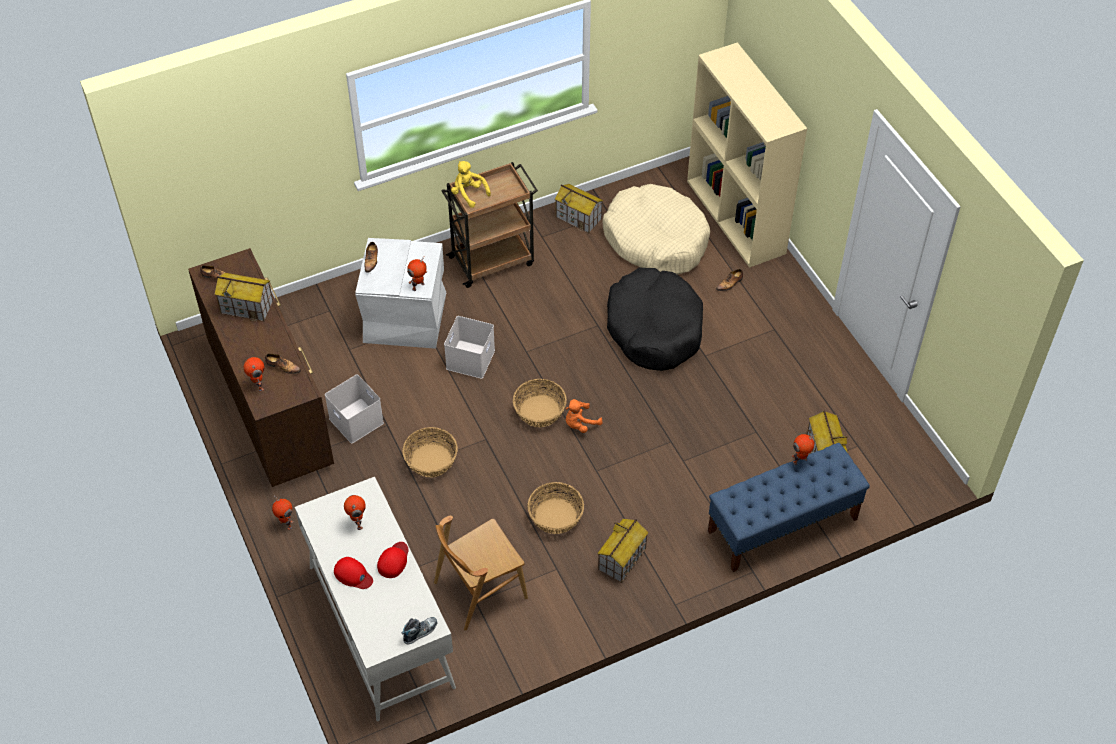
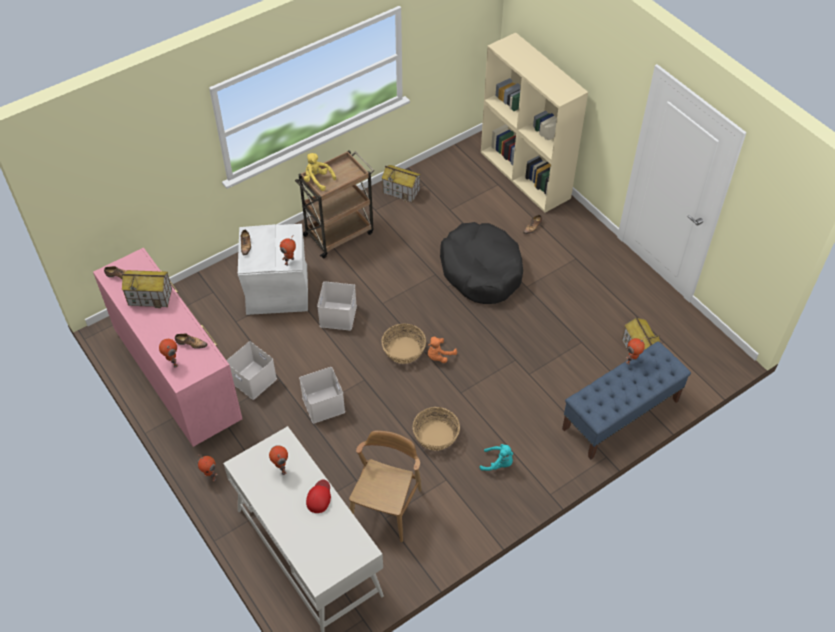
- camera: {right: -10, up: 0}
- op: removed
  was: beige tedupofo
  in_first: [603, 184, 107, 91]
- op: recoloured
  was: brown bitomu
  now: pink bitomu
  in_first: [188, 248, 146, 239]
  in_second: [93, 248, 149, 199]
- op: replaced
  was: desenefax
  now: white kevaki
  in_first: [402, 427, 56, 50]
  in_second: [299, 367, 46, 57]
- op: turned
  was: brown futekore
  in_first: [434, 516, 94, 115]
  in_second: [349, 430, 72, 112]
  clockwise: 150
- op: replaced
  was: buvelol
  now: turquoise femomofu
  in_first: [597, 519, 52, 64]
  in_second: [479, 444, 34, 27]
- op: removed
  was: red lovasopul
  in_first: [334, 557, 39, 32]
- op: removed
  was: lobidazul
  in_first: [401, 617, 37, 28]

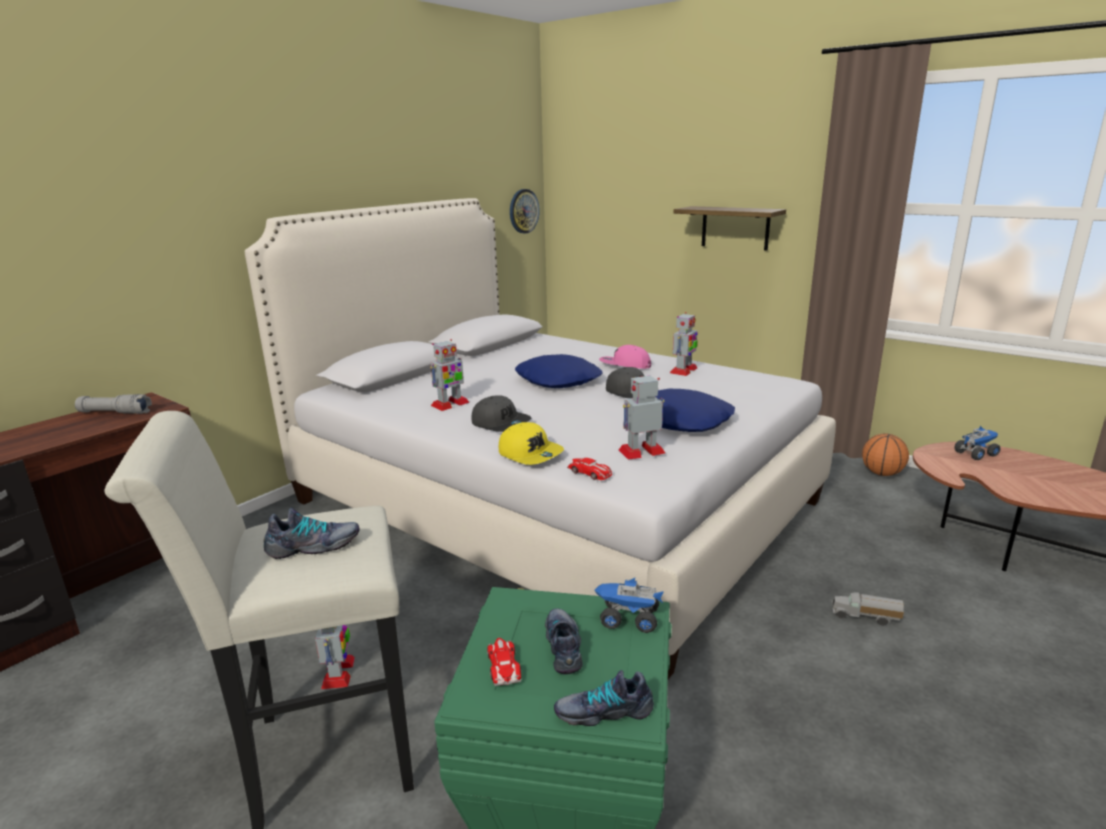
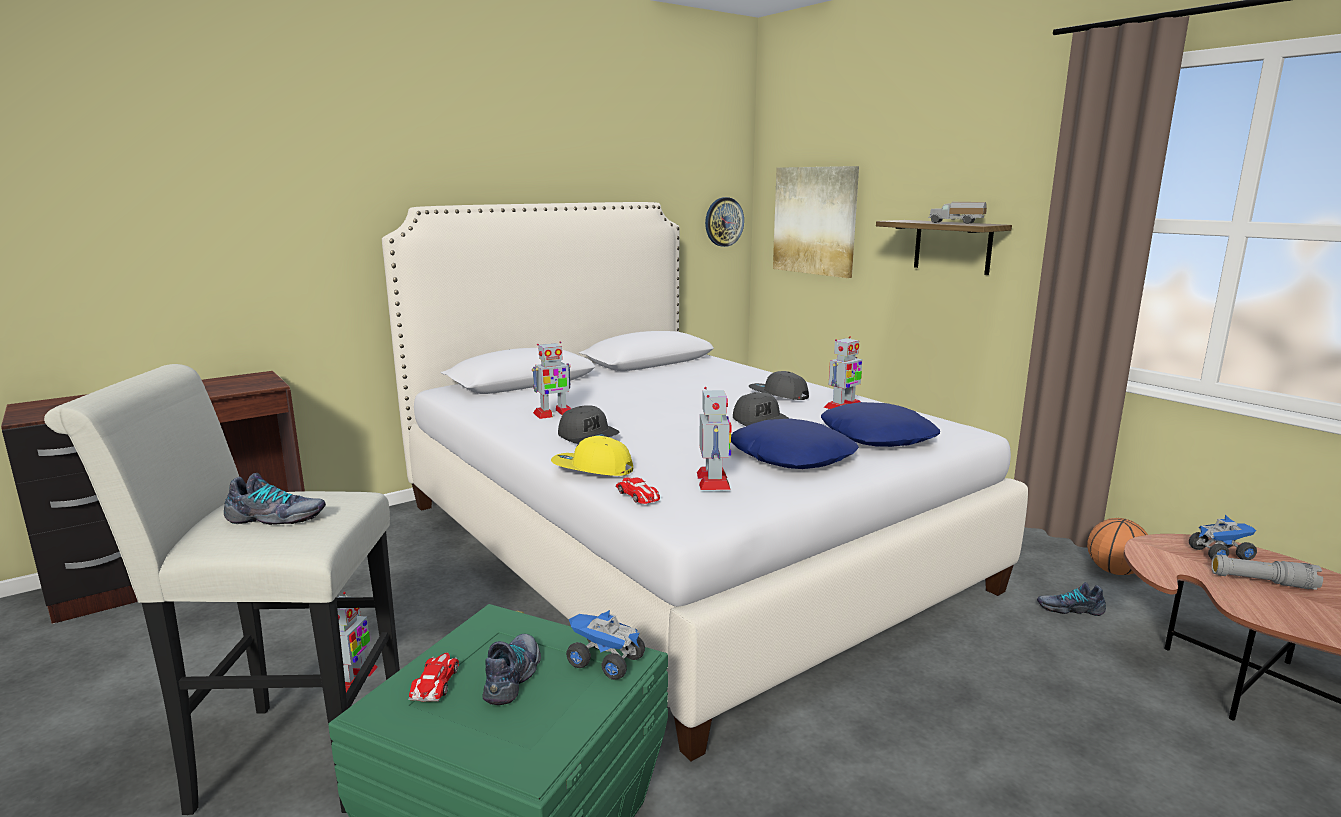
- camera: {right: 15, up: -5}
- op: recoloured
  was: pink lovasopul
  now: grey lovasopul
  in_first: [599, 345, 52, 24]
  in_second: [749, 371, 60, 29]
- op: moved
  was: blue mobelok
  in_first: [515, 354, 87, 34]
  in_second: [821, 402, 119, 45]
- op: turned
  was: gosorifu
  in_first: [619, 376, 46, 84]
  in_second: [697, 387, 35, 103]
  clockwise: 90
- op: moved
  was: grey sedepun
  in_first: [75, 394, 77, 20]
  in_second: [1211, 555, 112, 35]
- op: turned
  was: yellow lovasopul
  in_first: [499, 422, 65, 43]
  in_second: [551, 436, 82, 40]
  clockwise: 135
- op: moved
  was: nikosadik
  in_first: [832, 592, 72, 33]
  in_second: [928, 202, 59, 22]
- op: moved
  was: lobidazul
  in_first: [554, 670, 100, 56]
  in_second: [1037, 582, 69, 34]
- op: added
  now: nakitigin
  in_second: [773, 166, 86, 112]

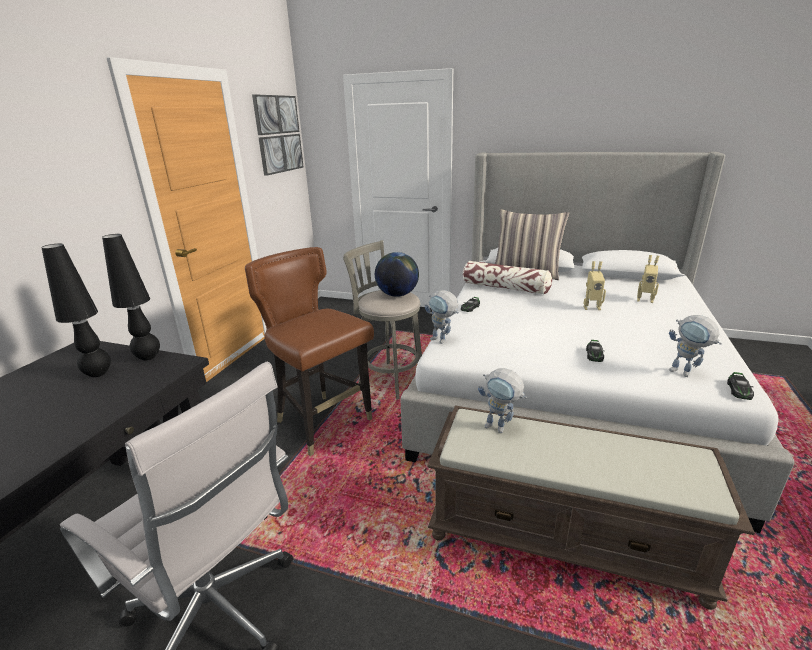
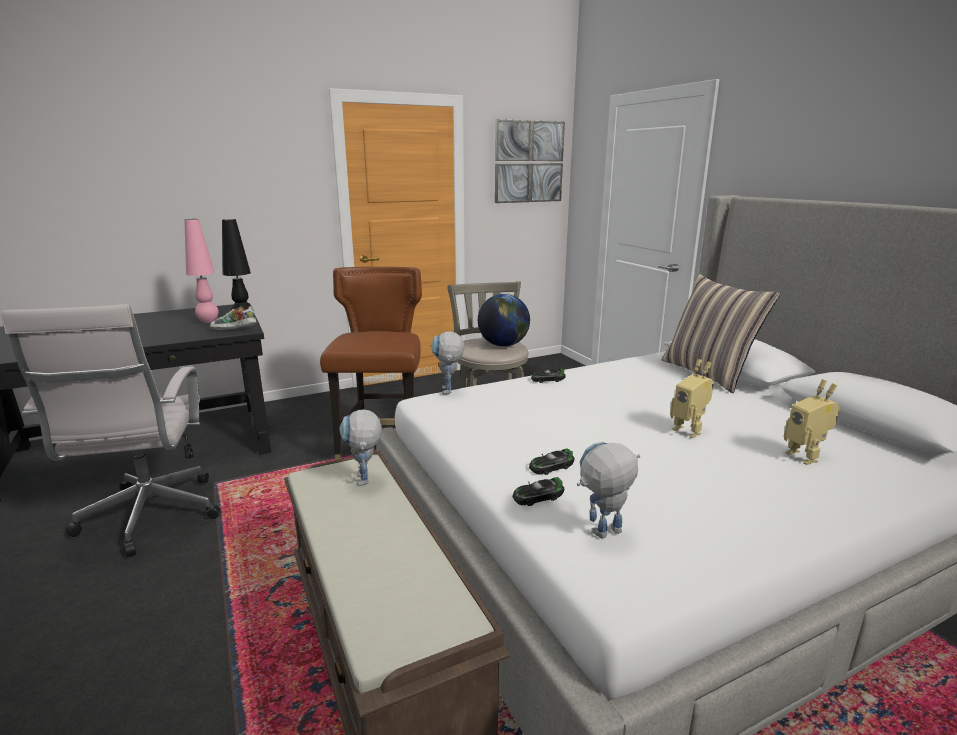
- camera: {right: 45, up: -5}
- op: recoloured
  was: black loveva
  now: pink loveva
  in_first: [41, 243, 70, 134]
  in_second: [184, 219, 35, 104]
- op: removed
  was: mobelok
  in_first: [463, 261, 89, 34]
- op: turned
  was: gosorifu
  in_first: [669, 315, 53, 62]
  in_second: [577, 442, 64, 96]
  clockwise: 60
- op: moved
  was: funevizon
  in_first: [727, 372, 27, 28]
  in_second: [513, 477, 51, 29]
- op: added
  now: lobidazul
  in_second: [210, 305, 46, 25]

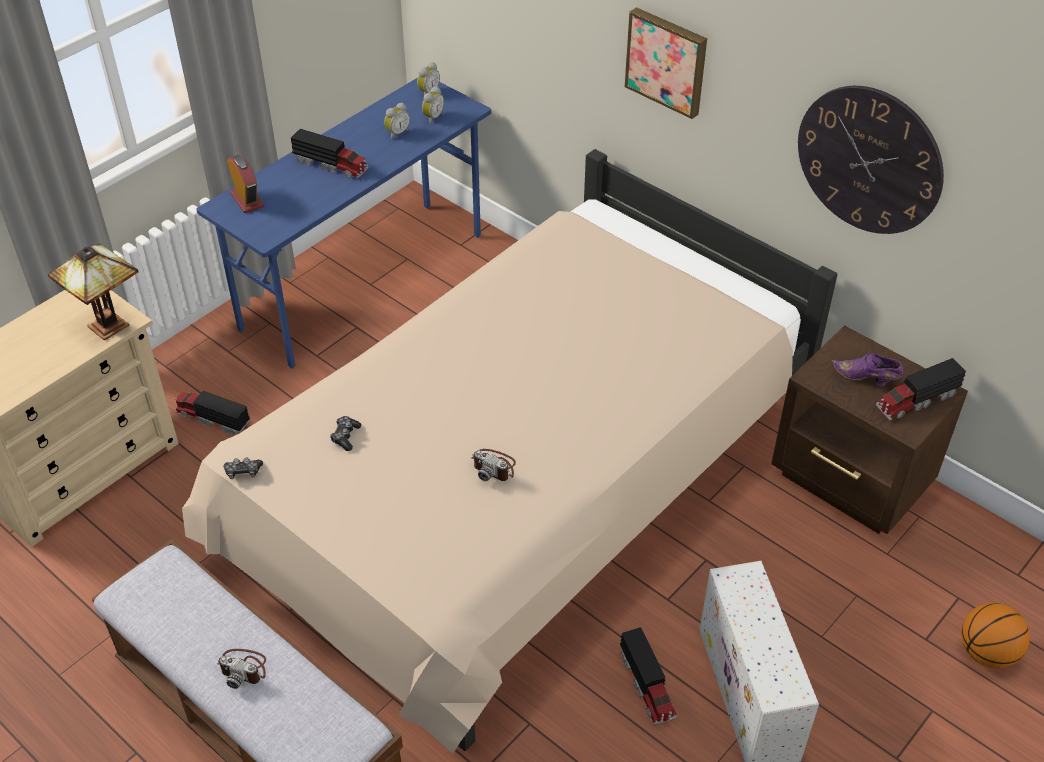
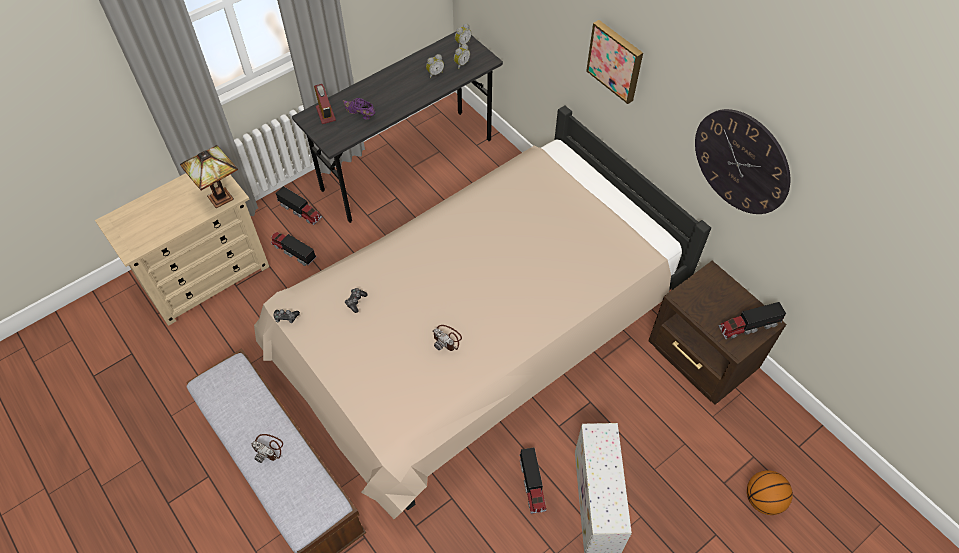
- camera: {right: 10, up: 10}
- op: recoloured
  was: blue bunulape
  now: grey bunulape
  in_first: [196, 78, 295, 291]
  in_second: [292, 32, 211, 191]
- op: moved
  was: nikosadik
  in_first: [291, 129, 78, 50]
  in_second: [276, 186, 46, 39]
- op: moved
  was: purple lobidazul
  in_first: [831, 353, 72, 34]
  in_second: [342, 98, 33, 22]

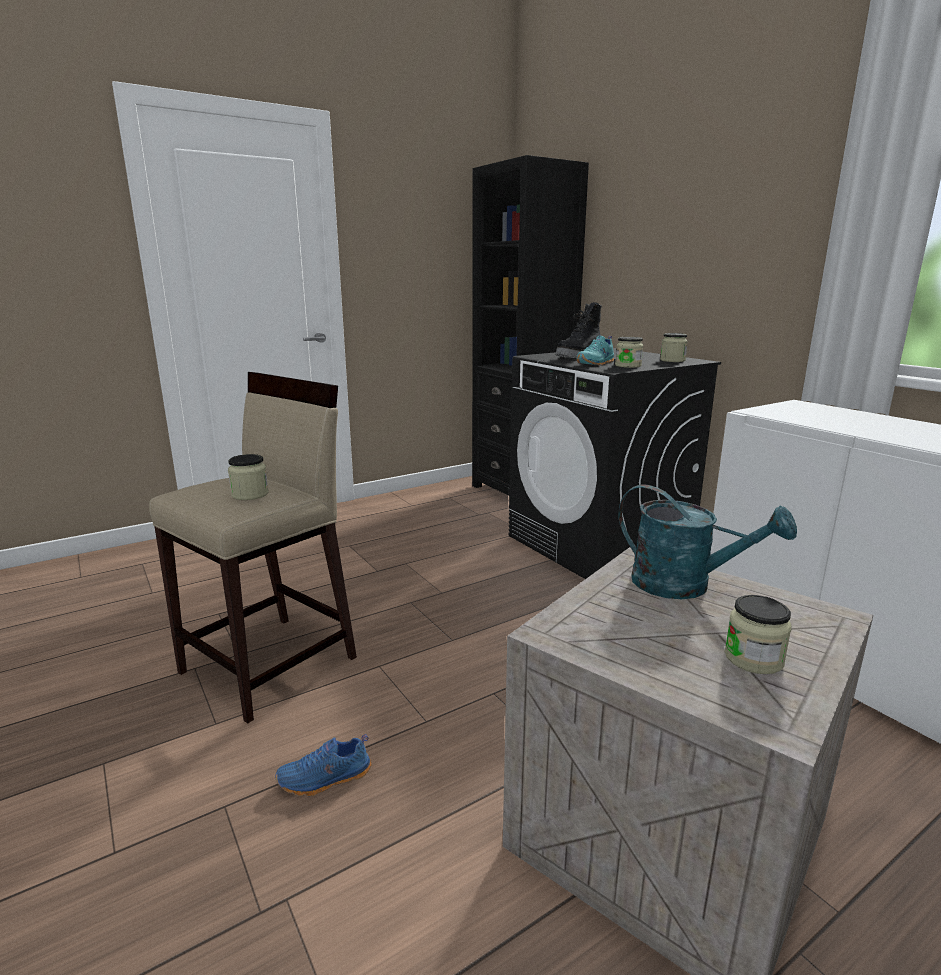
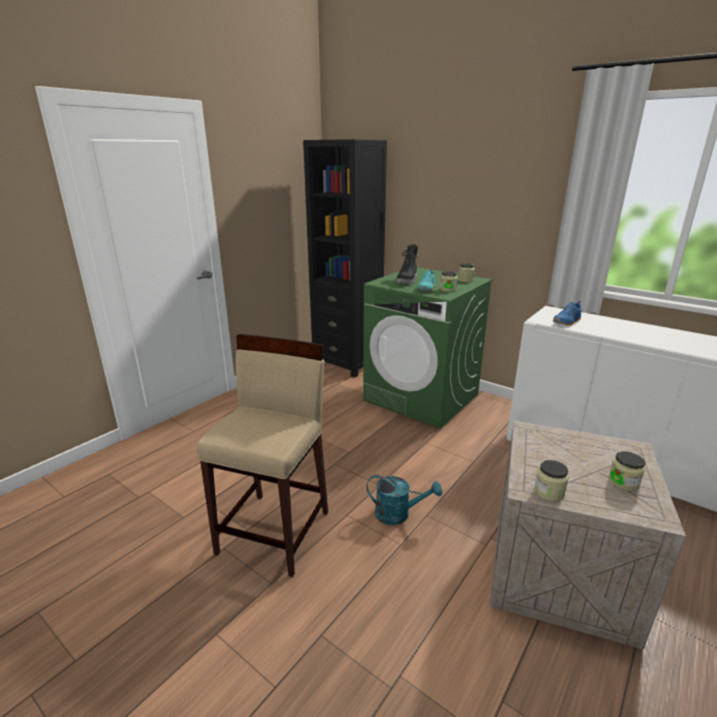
- camera: {right: -20, up: 5}
- op: recoloured
  was: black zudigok
  now: green zudigok
  in_first: [508, 348, 213, 231]
  in_second: [363, 267, 130, 162]
- op: moved
  was: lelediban
  in_first: [228, 454, 40, 46]
  in_second: [534, 460, 35, 41]
- op: moved
  was: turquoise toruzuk
  in_first: [618, 484, 179, 115]
  in_second: [367, 475, 75, 50]
- op: moved
  was: blue lobidazul
  in_first: [275, 734, 97, 62]
  in_second: [553, 301, 28, 25]

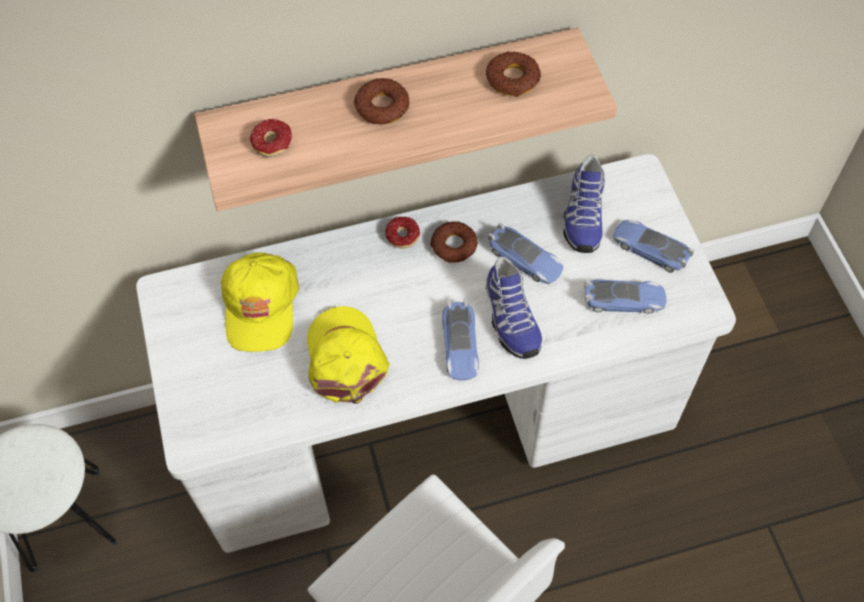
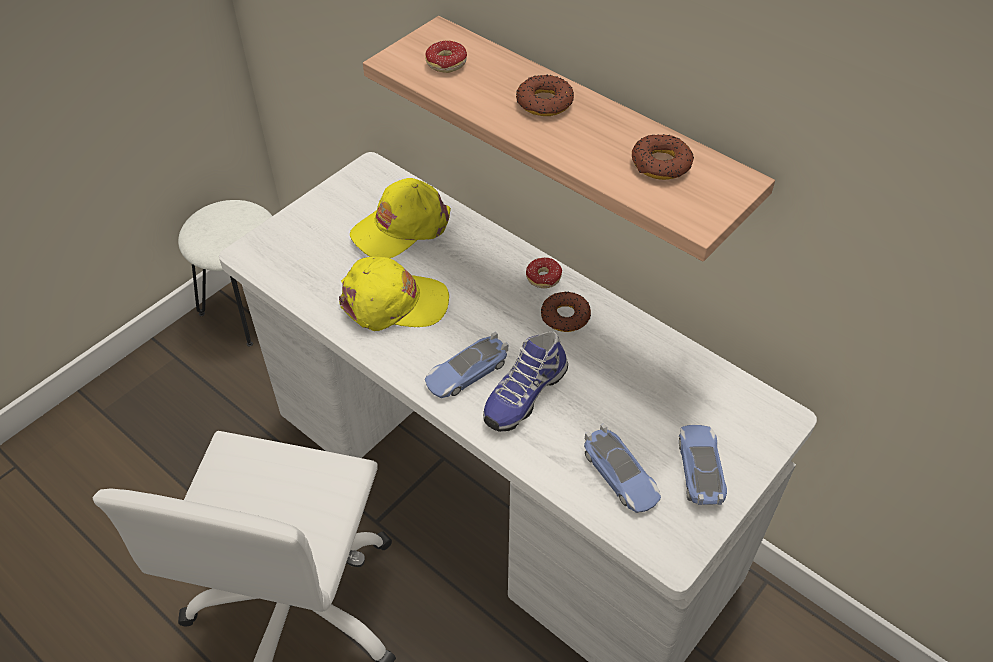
- camera: {right: 55, up: -10}
- op: removed
  was: lobidazul
  in_first: [563, 155, 42, 98]
- op: removed
  was: funevizon
  in_first: [488, 223, 75, 61]
- op: turned
  was: yellow lovasopul
  in_first: [307, 306, 83, 98]
  in_second: [339, 257, 110, 74]
  clockwise: 45

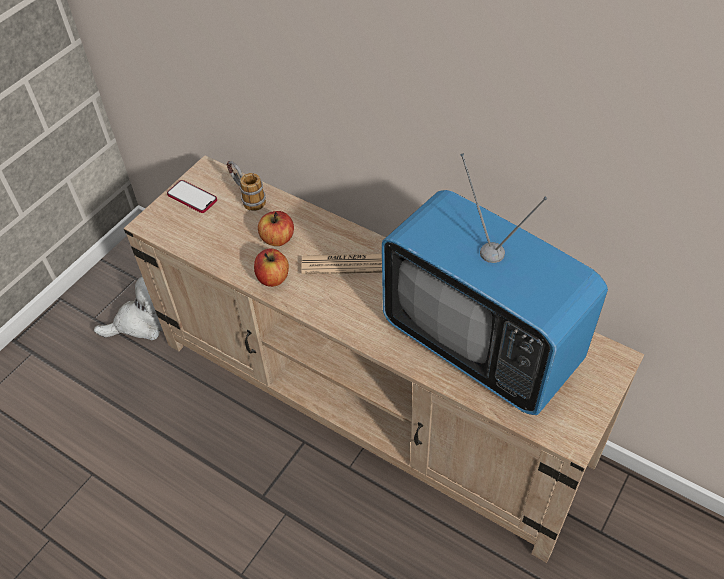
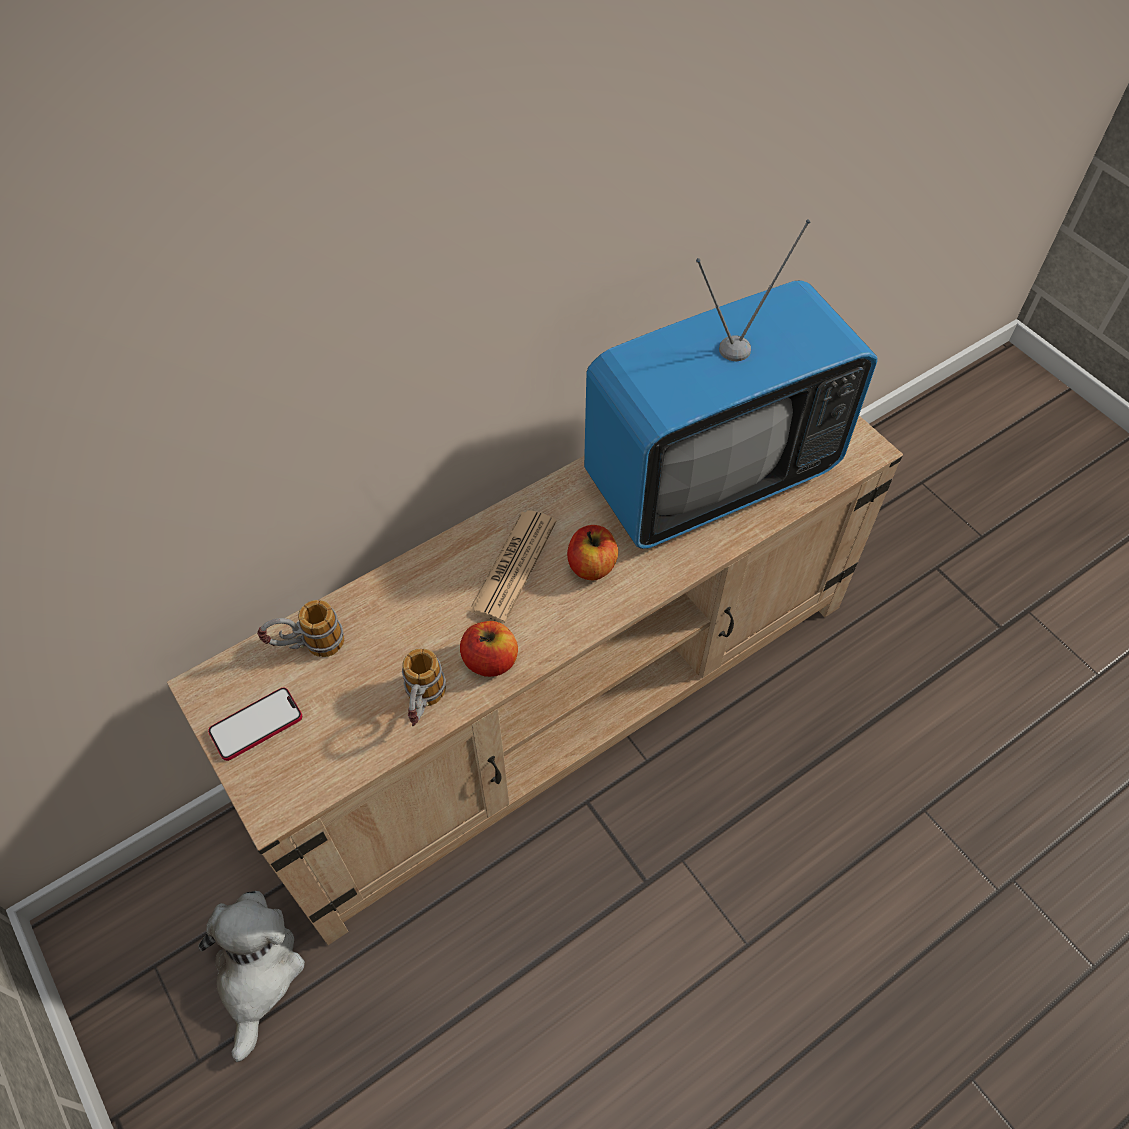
- camera: {right: -70, up: 5}
- op: moved
  was: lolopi
  in_first: [258, 211, 36, 35]
  in_second: [567, 525, 51, 55]
- op: added
  now: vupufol
  in_second: [402, 648, 44, 78]

